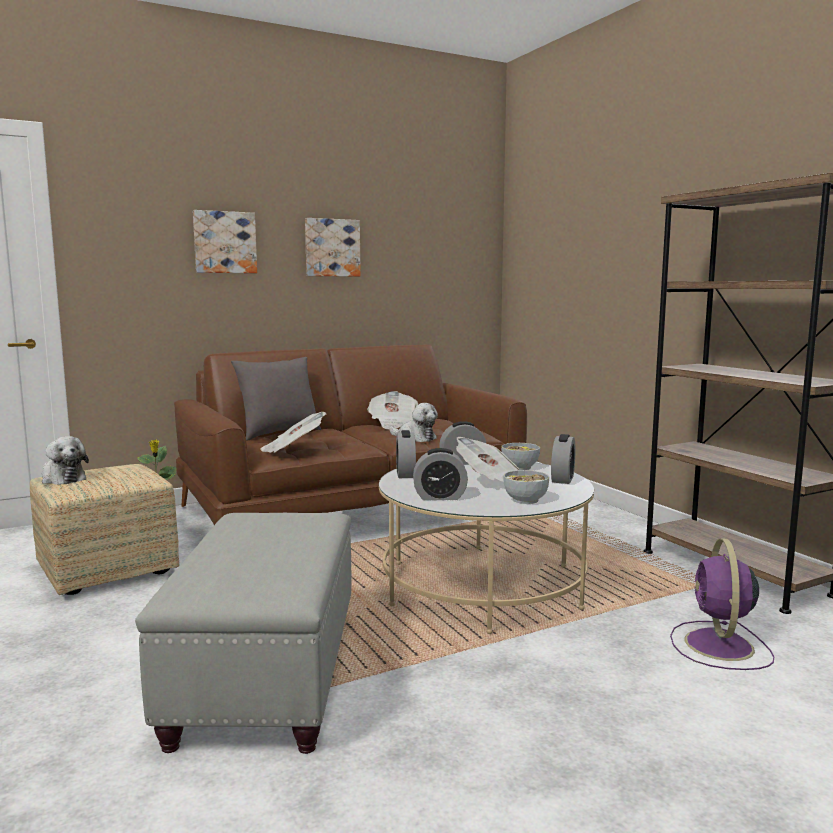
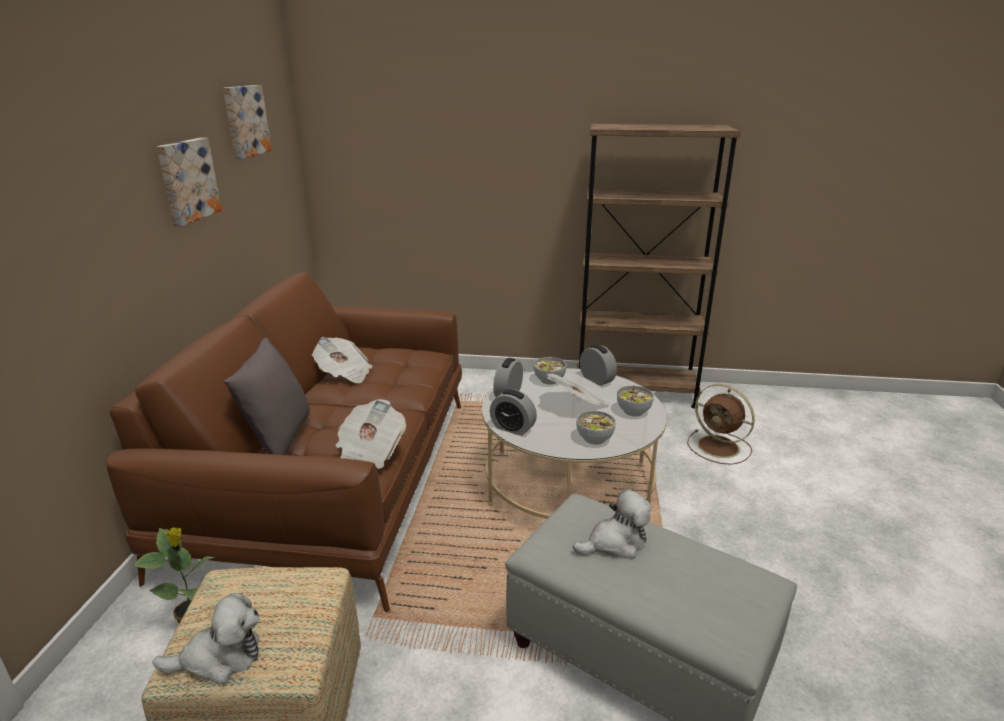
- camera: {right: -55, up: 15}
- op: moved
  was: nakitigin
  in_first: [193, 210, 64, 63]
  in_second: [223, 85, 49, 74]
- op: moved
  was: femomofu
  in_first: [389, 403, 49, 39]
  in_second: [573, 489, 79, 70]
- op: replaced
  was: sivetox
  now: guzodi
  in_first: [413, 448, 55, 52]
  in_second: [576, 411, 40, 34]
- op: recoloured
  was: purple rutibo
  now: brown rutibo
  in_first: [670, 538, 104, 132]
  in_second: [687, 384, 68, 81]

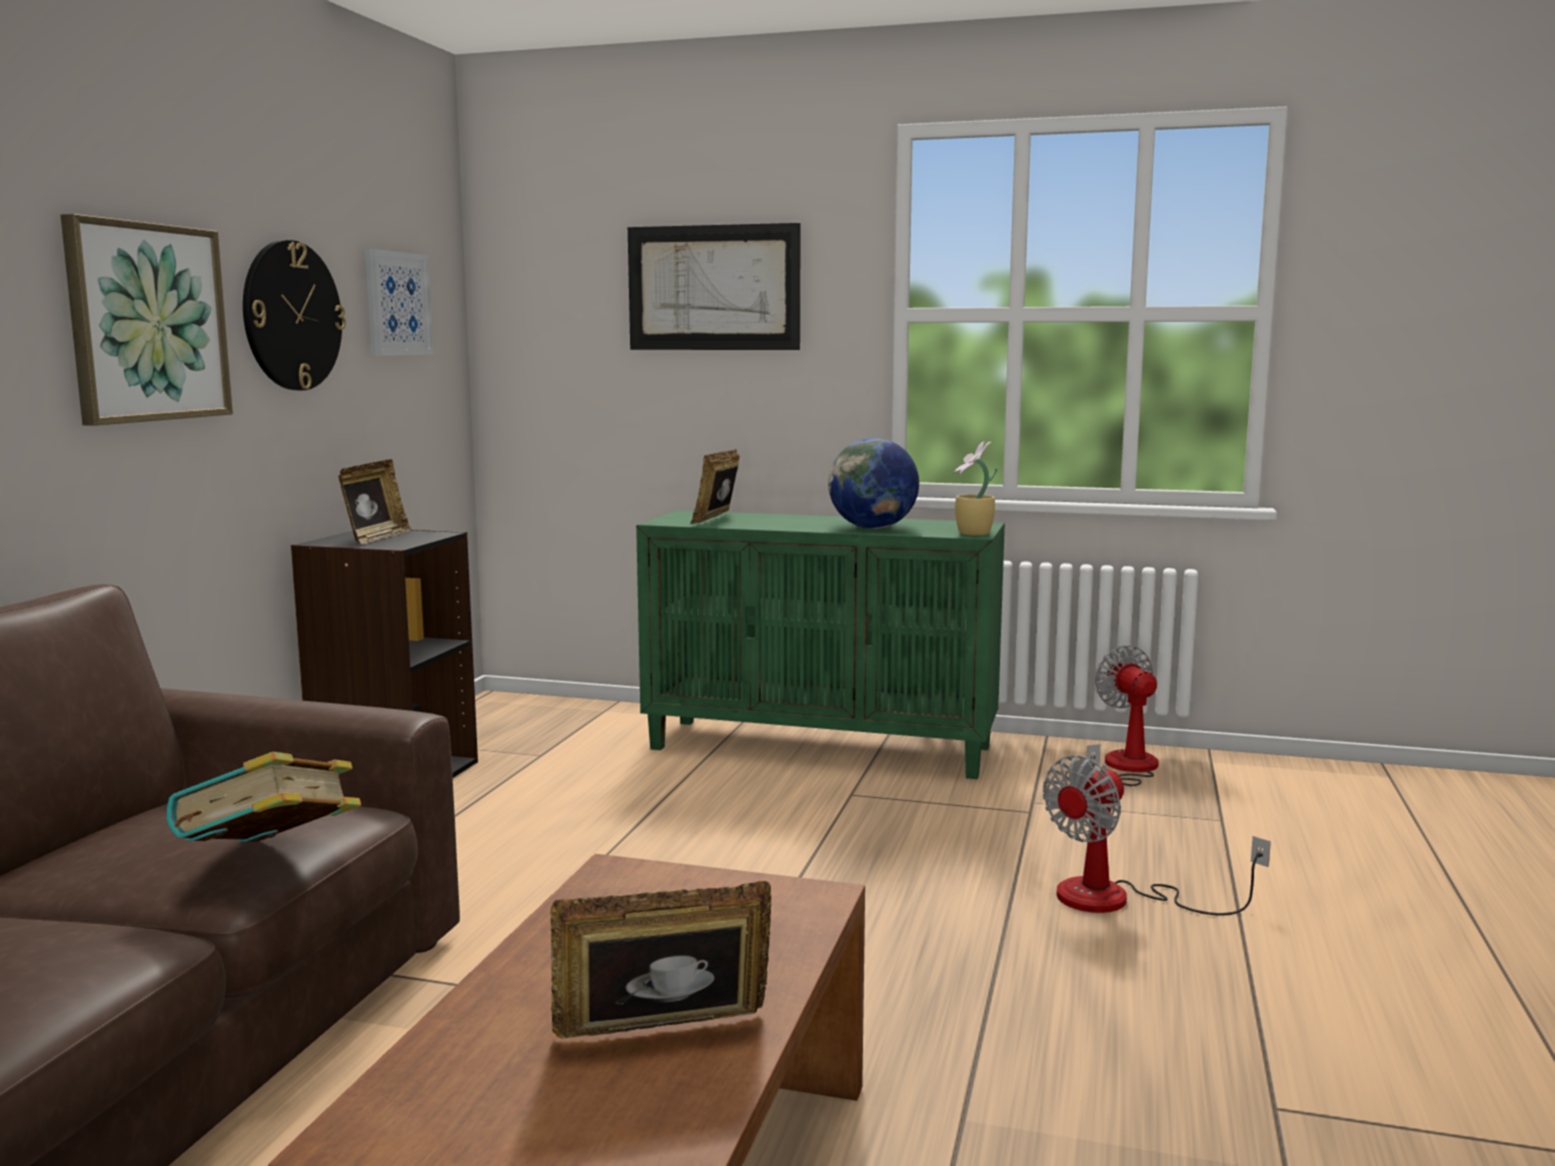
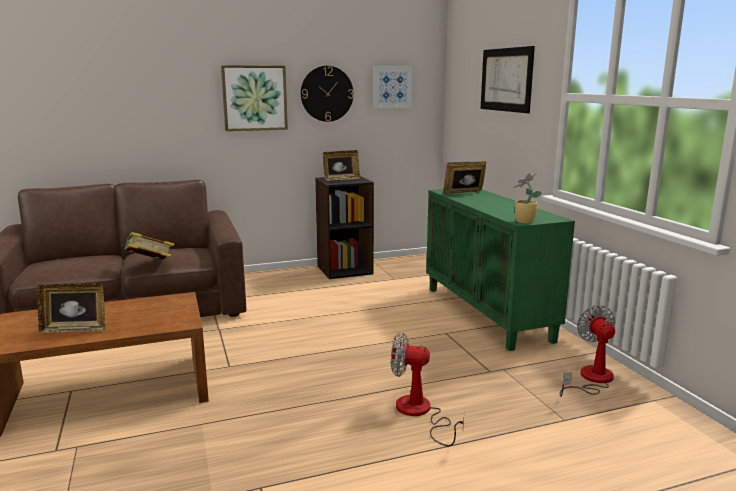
- camera: {right: 55, up: 5}
- op: removed
  was: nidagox
  in_first: [828, 438, 91, 91]
- op: turned
  was: rutibo
  in_first: [1087, 645, 72, 141]
  in_second: [560, 305, 55, 92]
  clockwise: -45
- op: turned
  was: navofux
  in_first: [550, 881, 221, 158]
  in_second: [36, 283, 69, 50]
  clockwise: 135

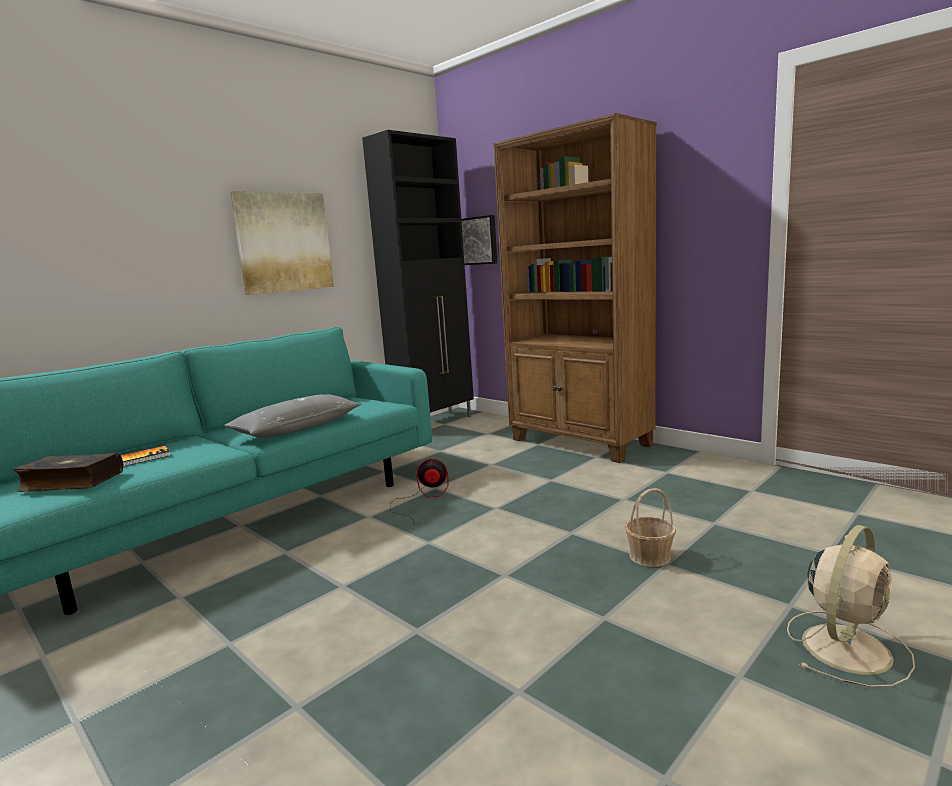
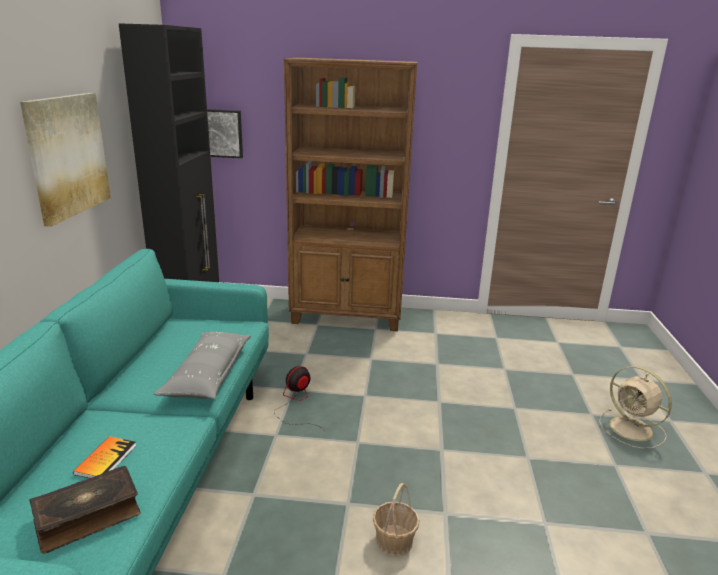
- camera: {right: -40, up: 10}
- op: moved
  was: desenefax
  in_first: [624, 488, 52, 79]
  in_second: [373, 483, 47, 74]
- op: turned
  was: beige rutibo
  in_first: [787, 525, 128, 163]
  in_second: [599, 366, 73, 83]
  clockwise: 135

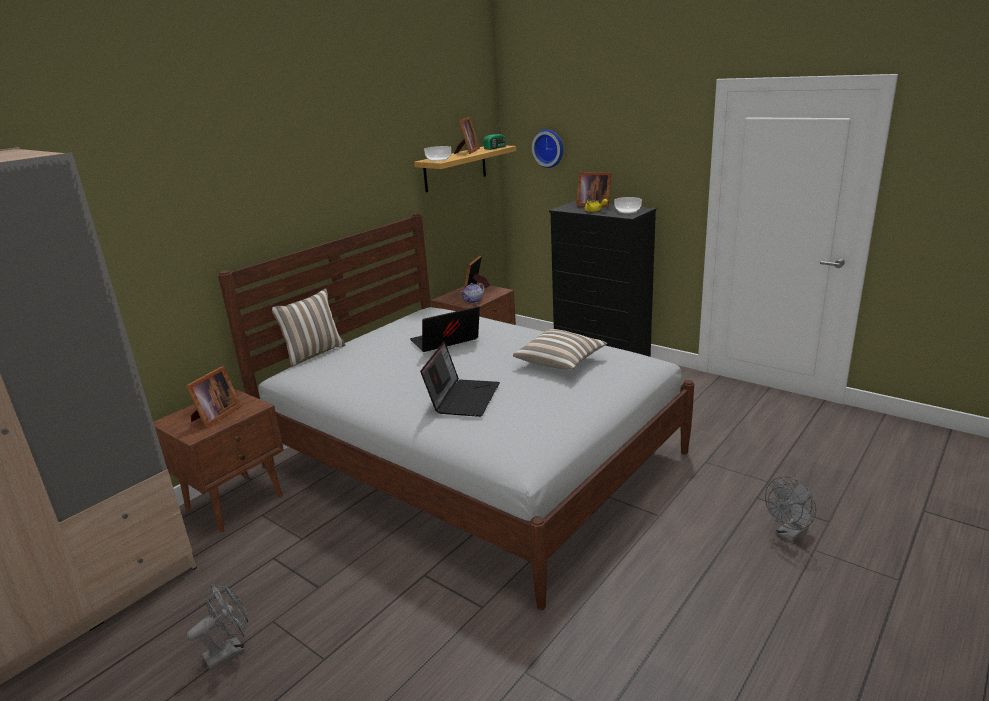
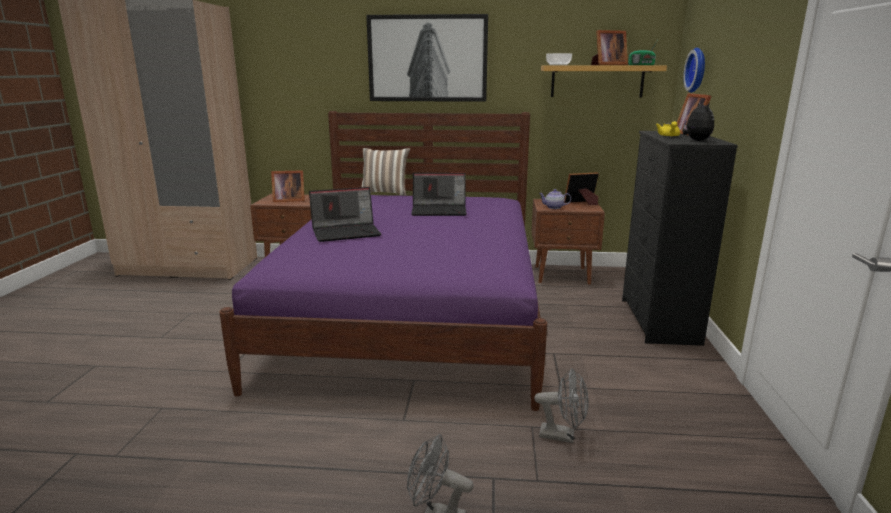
- camera: {right: 55, up: -5}
- op: replaced
  was: guzodi
  now: femomofu
  in_first: [614, 197, 28, 16]
  in_second: [682, 102, 32, 39]
- op: recoloured
  was: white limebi
  now: purple limebi
  in_first: [218, 213, 476, 397]
  in_second: [219, 111, 328, 300]
- op: turned
  was: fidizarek
  in_first: [410, 306, 70, 46]
  in_second: [411, 173, 56, 43]
  clockwise: 150
- op: removed
  was: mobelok
  in_first: [513, 329, 94, 41]
- op: moved
  was: grey rutibo
  in_first: [187, 584, 61, 86]
  in_second: [534, 368, 55, 75]
- op: added
  now: nakitigin
  in_second: [366, 14, 122, 88]

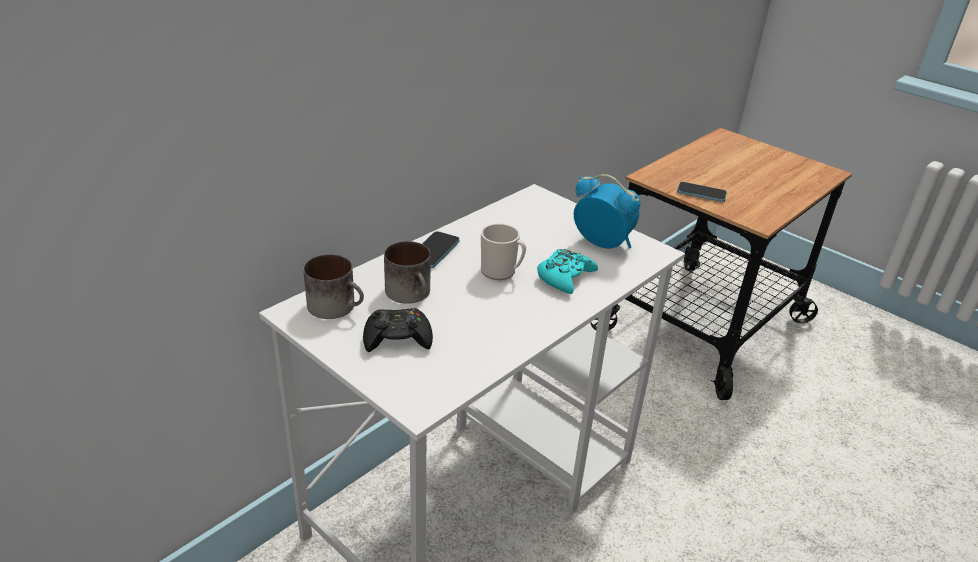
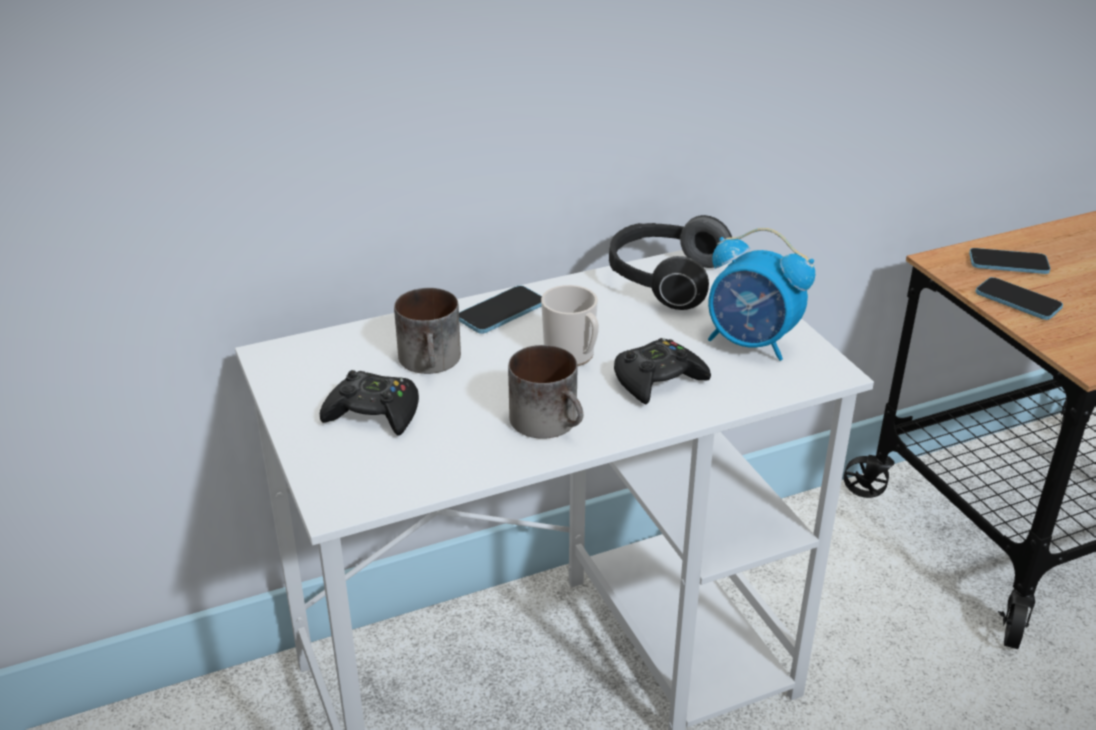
- camera: {right: 25, up: 0}
- op: turned
  was: sivetox
  in_first: [574, 174, 67, 75]
  in_second: [708, 228, 107, 133]
  clockwise: 150
- op: recoloured
  was: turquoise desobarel
  now: black desobarel
  in_first: [537, 249, 61, 45]
  in_second: [614, 338, 97, 67]
- op: moved
  was: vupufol
  in_first: [303, 254, 61, 65]
  in_second: [508, 345, 75, 94]
- op: added
  now: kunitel
  in_second: [609, 215, 123, 95]
- op: added
  now: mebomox
  in_second: [969, 248, 82, 26]

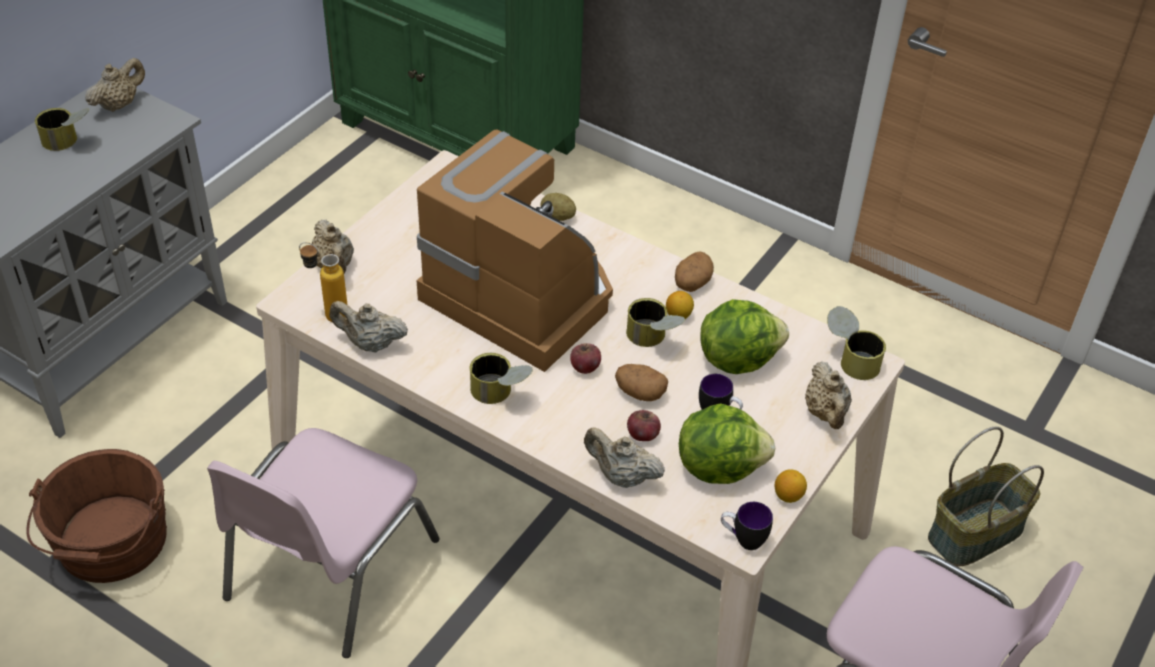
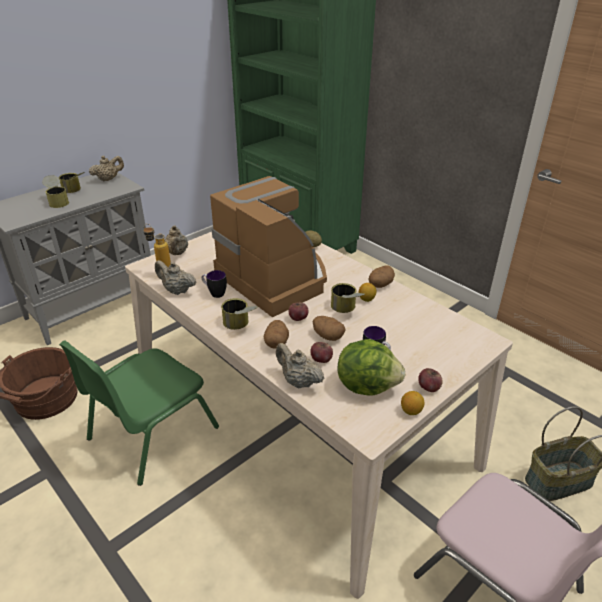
- camera: {right: 15, up: -10}
- op: removed
  was: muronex
  in_first: [700, 299, 89, 75]
- op: moved
  was: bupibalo
  in_first: [827, 306, 59, 74]
  in_second: [42, 175, 27, 33]
- op: removed
  was: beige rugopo
  in_first: [805, 361, 47, 68]
- op: recoloured
  was: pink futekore
  now: green futekore
  in_first: [207, 428, 232, 230]
  in_second: [59, 340, 160, 146]
- op: moved
  was: vupufol
  in_first: [721, 502, 52, 48]
  in_second: [202, 270, 25, 28]
- op: added
  now: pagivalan
  in_second: [264, 320, 25, 29]
- op: added
  now: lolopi
  in_second: [418, 368, 25, 24]

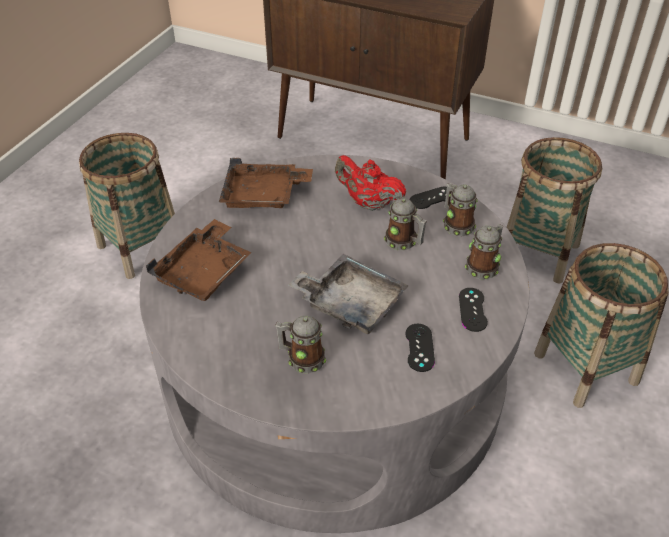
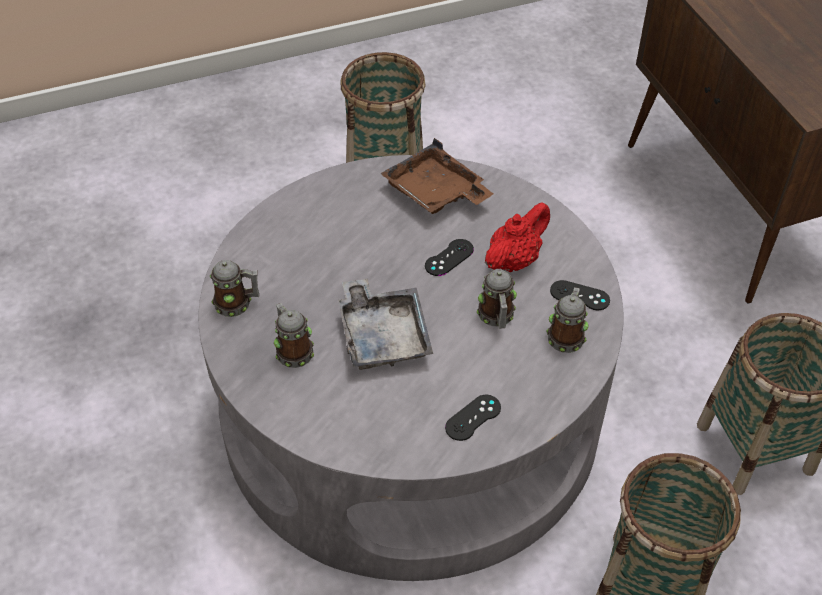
- camera: {right: 45, up: 5}
- op: turned
  was: red rugopo
  in_first: [335, 155, 71, 56]
  in_second: [485, 202, 65, 71]
  clockwise: 60
- op: removed
  was: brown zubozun
  in_first: [146, 219, 106, 82]
- op: moved
  was: vupufol
  in_first: [465, 224, 38, 56]
  in_second: [210, 260, 49, 57]
- op: moved
  was: black desobarel
  in_first: [405, 324, 30, 48]
  in_second: [425, 239, 49, 37]

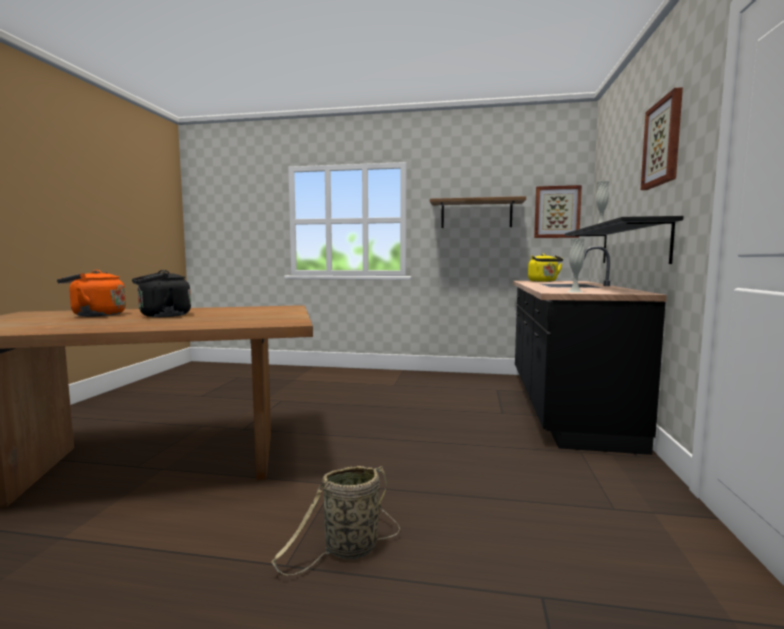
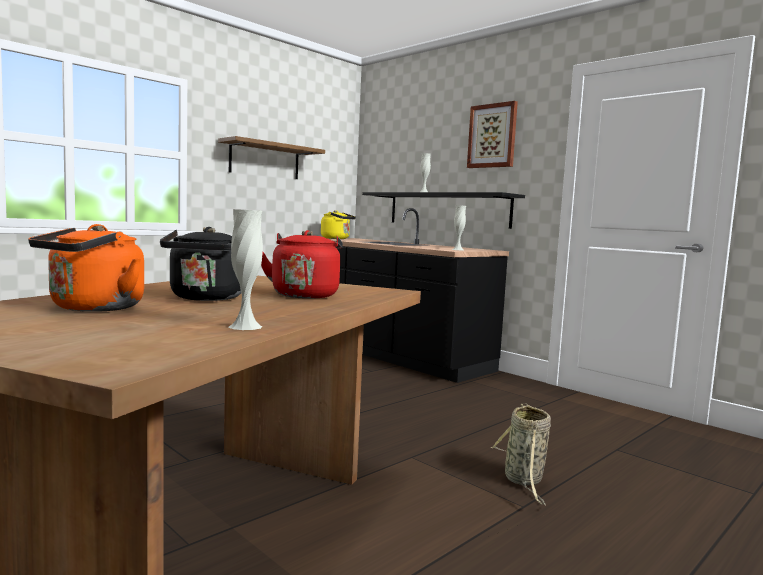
- camera: {right: -55, up: 0}
- op: removed
  was: nakitigin
  in_first: [534, 185, 48, 53]
- op: added
  now: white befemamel
  in_second: [229, 209, 34, 121]
- op: added
  now: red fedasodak
  in_second: [261, 230, 82, 69]

